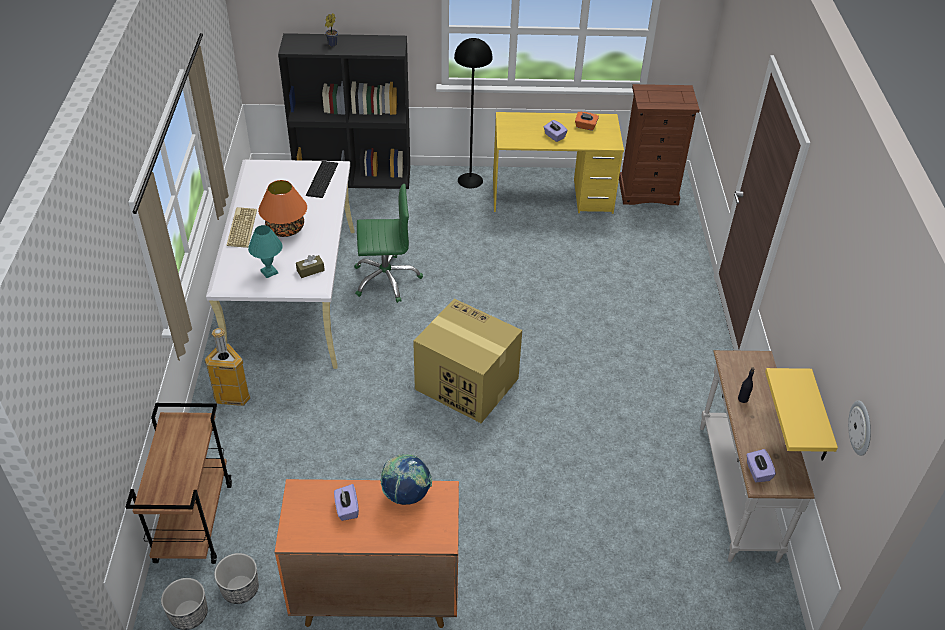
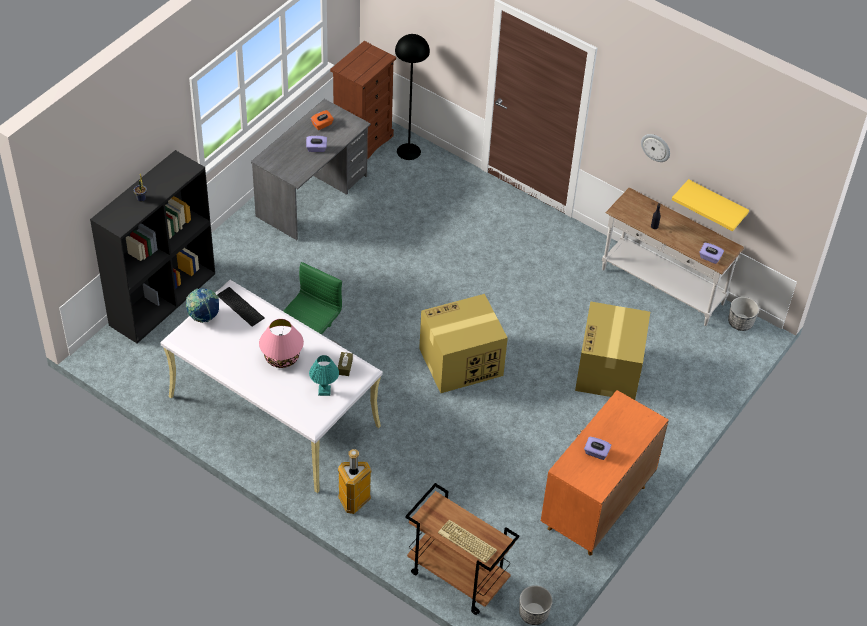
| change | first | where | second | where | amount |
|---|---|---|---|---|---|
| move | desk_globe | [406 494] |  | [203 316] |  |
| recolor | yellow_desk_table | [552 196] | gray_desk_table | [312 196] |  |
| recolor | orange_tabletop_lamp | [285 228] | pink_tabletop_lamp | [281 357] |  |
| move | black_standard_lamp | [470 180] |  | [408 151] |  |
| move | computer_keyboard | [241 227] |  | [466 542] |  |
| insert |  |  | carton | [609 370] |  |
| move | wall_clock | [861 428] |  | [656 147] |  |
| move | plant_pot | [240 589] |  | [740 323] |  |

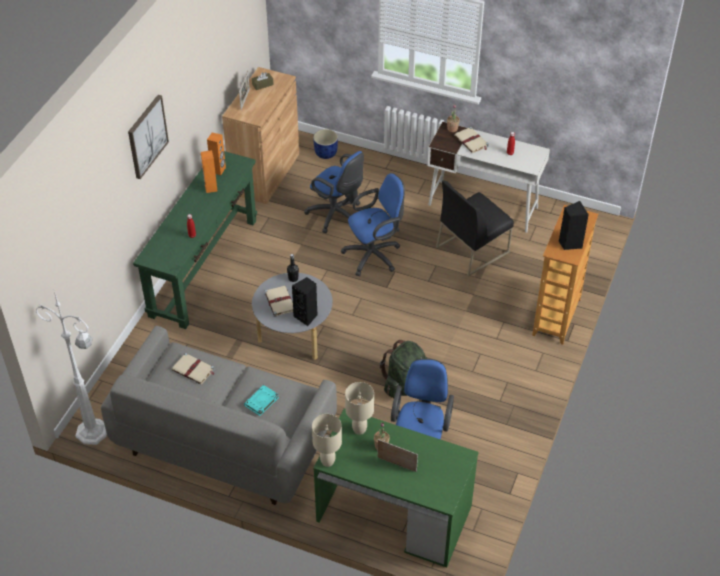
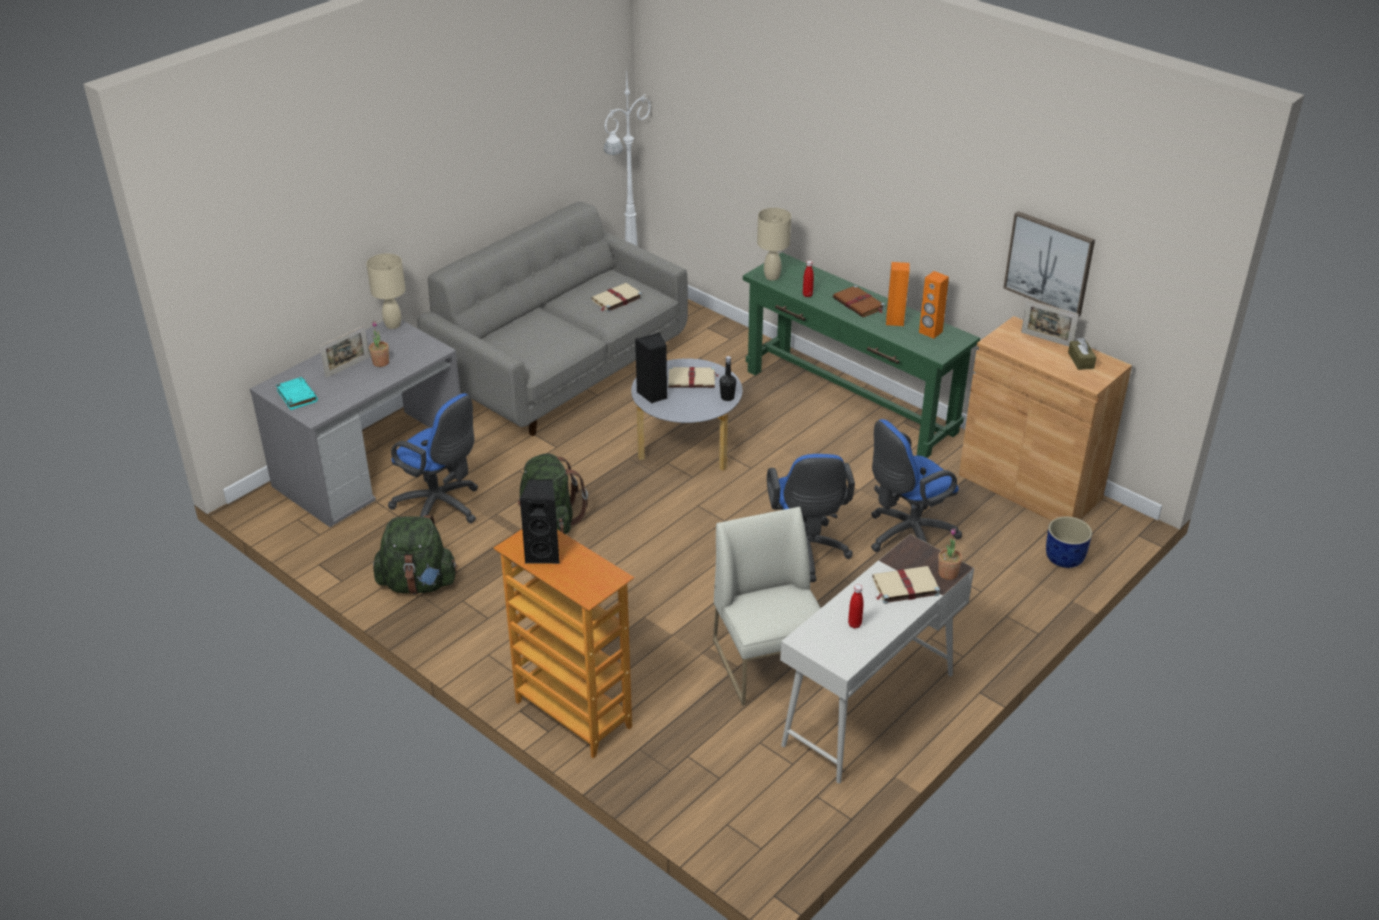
| change | first | where | second | where | amount |
|---|---|---|---|---|---|
| recolor | greenish_desk_table | [393 514] | gray_desk_table | [370 465] |  |
| move | turquoise_volume | [261 402] |  | [296 396] |  |
| insert |  |  | greenish_knapsack | [418 583] |  |
| recolor | black_plain_chair | [472 249] | white-coloured_plain_chair | [769 663] |  |
| move | beige-coloured_tabletop_lamp | [359 430] |  | [772 276] |  |
| insert |  |  | brown-coloured_volume | [859 304] |  |
| move | picture | [147 136] |  | [1049 263] |  |

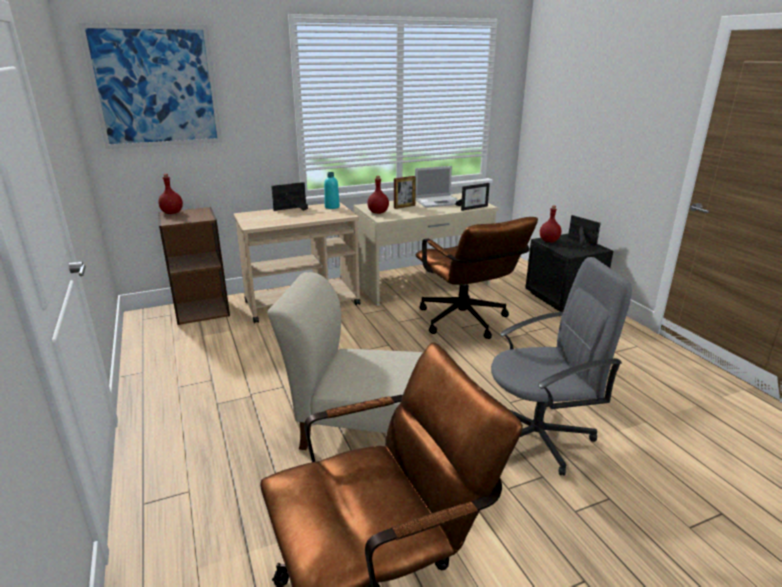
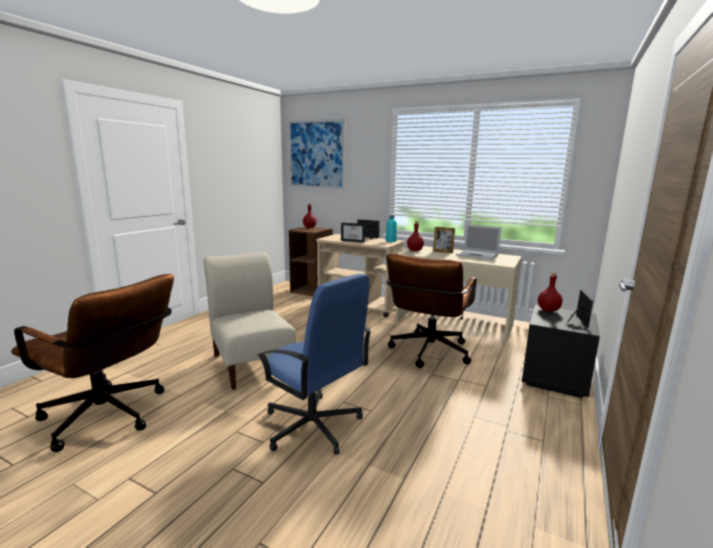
| change | first | where | second | where | amount |
|---|---|---|---|---|---|
| recolor | gray_desk_chair | [538 436] | blue_desk_chair | [313 426] |  |
| move | standing_frame | [473 207] |  | [354 241] |  |

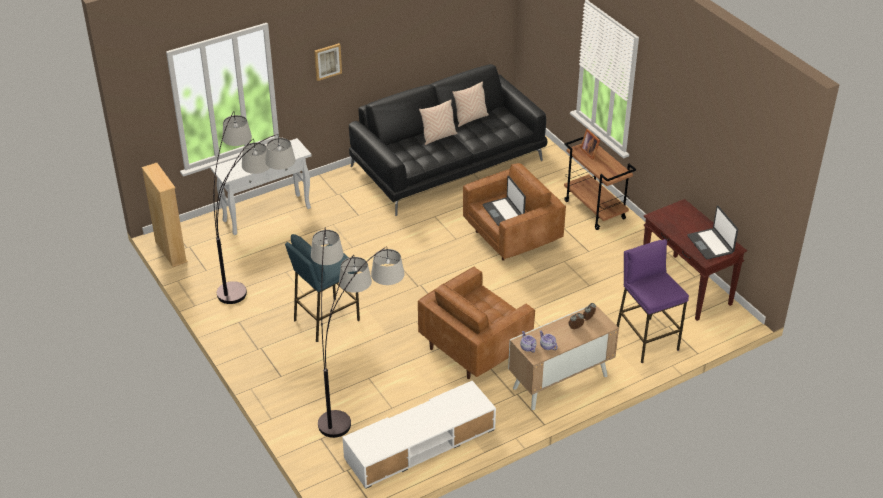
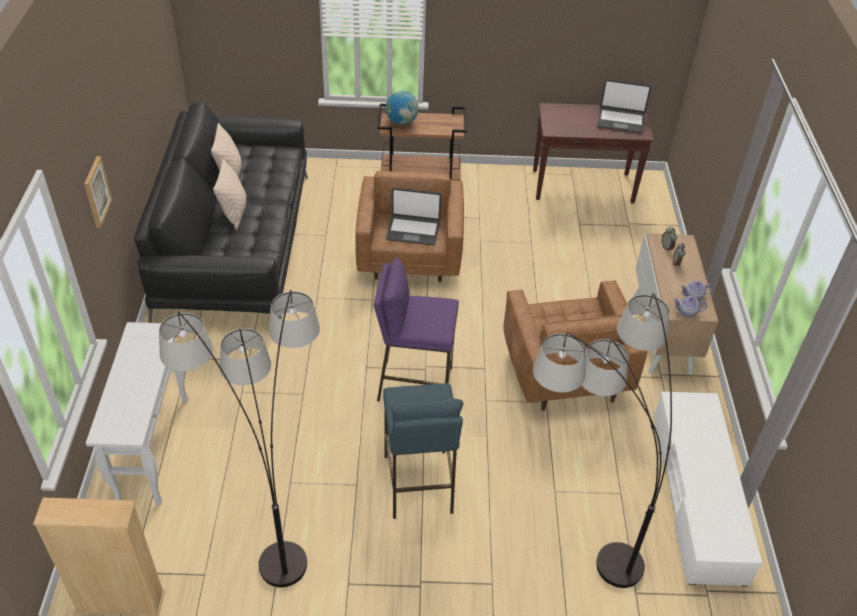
| change | first | where | second | where | amount |
|---|---|---|---|---|---|
| move | purple_stool_seat | [646 339] |  | [414 384] |  |
| replace | standing_frame | [590 152] | desk_globe | [402 121] |  |

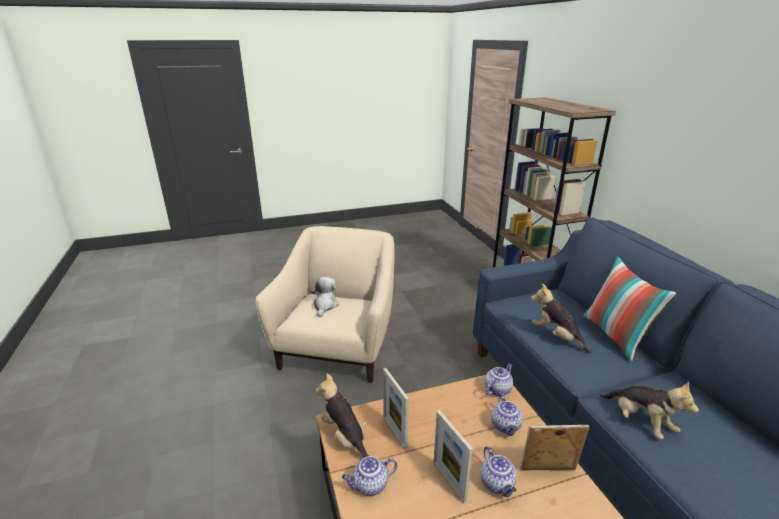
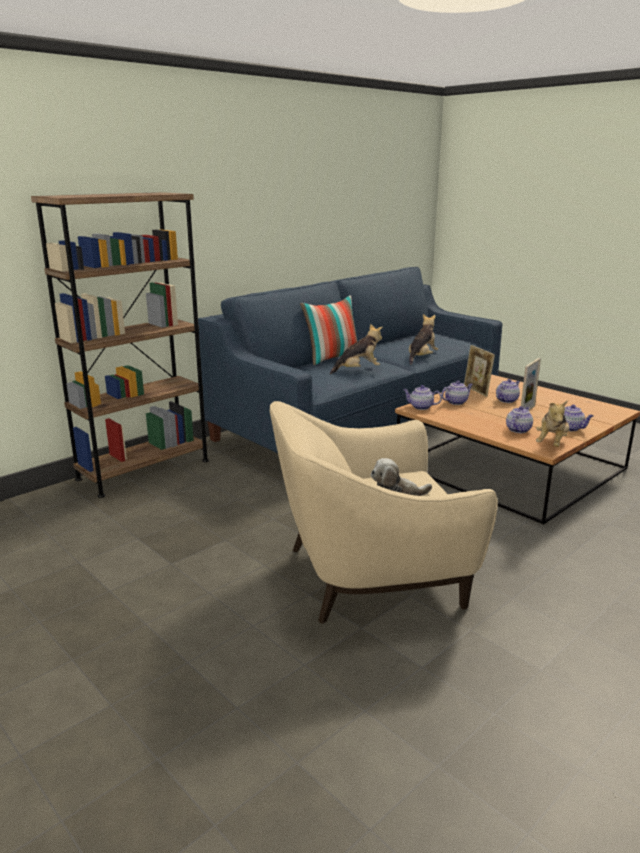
| change | first | where | second | where | amount |
|---|---|---|---|---|---|
| rotate | plush_toy | [556 336] |  | [358 370] | 135 degrees counterclockwise |
| replace | standing_frame | [394 432] | teapot | [518 430] |  |

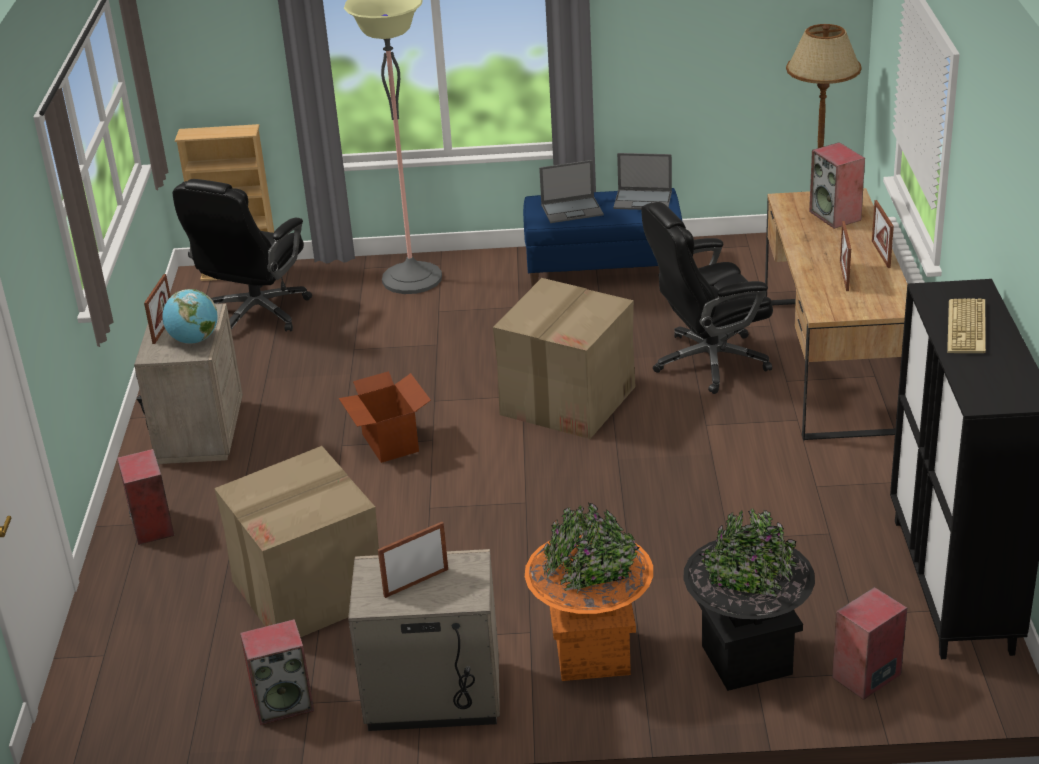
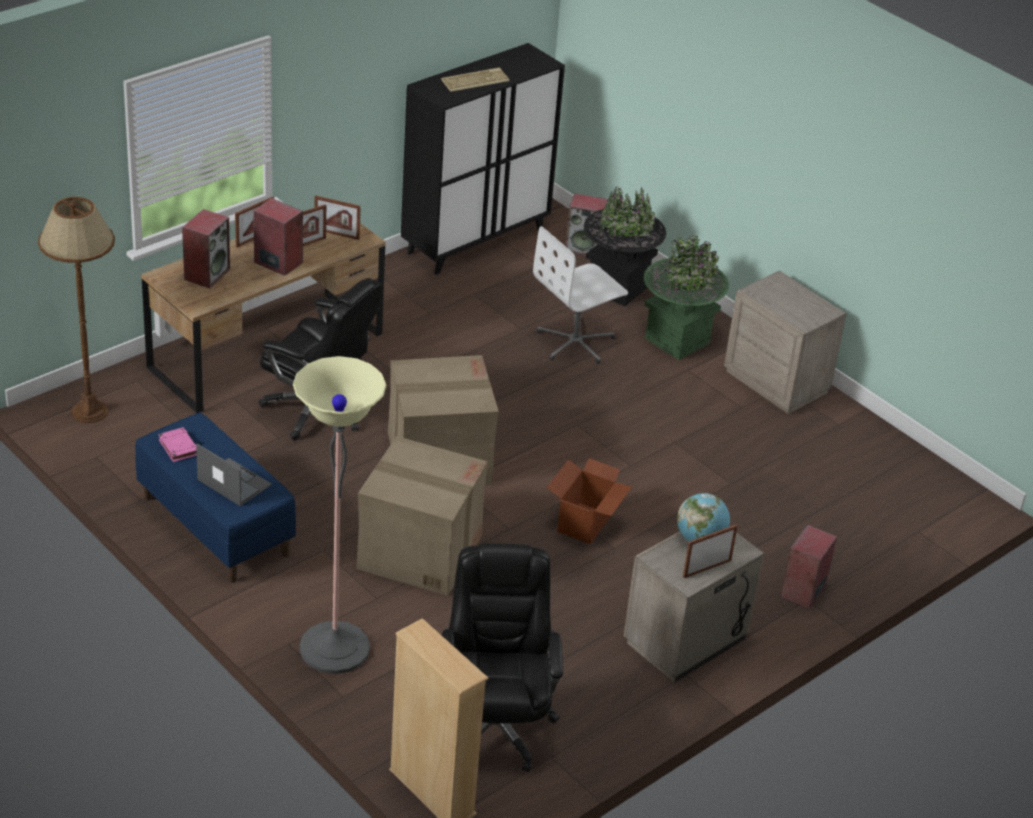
| change | first | where | second | where | amount |
|---|---|---|---|---|---|
| replace | notebook_computer | [643 200] | pink_volume | [178 447] |  |
| move | audio_speaker | [284 703] |  | [277 262] |  |
| move | standing_frame | [416 582] |  | [336 234] |  |
| move | carton | [310 590] |  | [418 551] |  |
| rotate | black_desk_chair | [256 314] |  | [494 725] | 75 degrees counterclockwise |
| insert |  |  | white-coloured_desk_chair | [576 342] |  |
| recolor | orange_plant_pot | [592 654] | greenish_plant_pot | [677 340] |  |

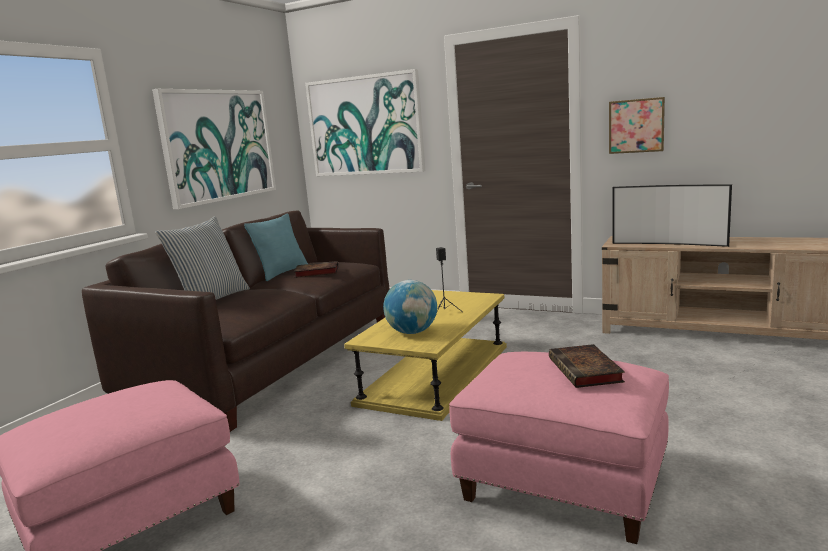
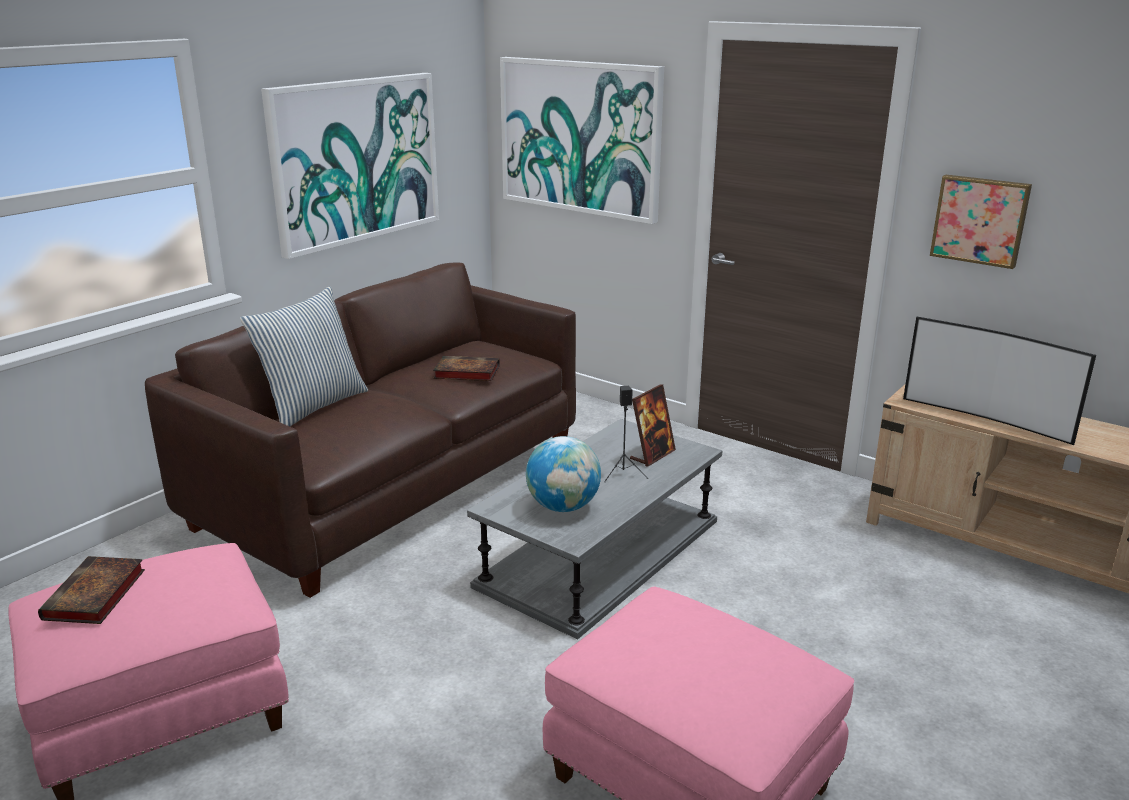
| change | first | where | second | where | amount |
|---|---|---|---|---|---|
| move | volume | [586 371] |  | [94 596] |  |
| recolor | yellow_lounge_table | [436 373] | gray_lounge_table | [601 552] |  |
| insert |  |  | standing_frame | [652 455] |  |
| delete | turquoise_pillow | [282 273] |  |  |  |

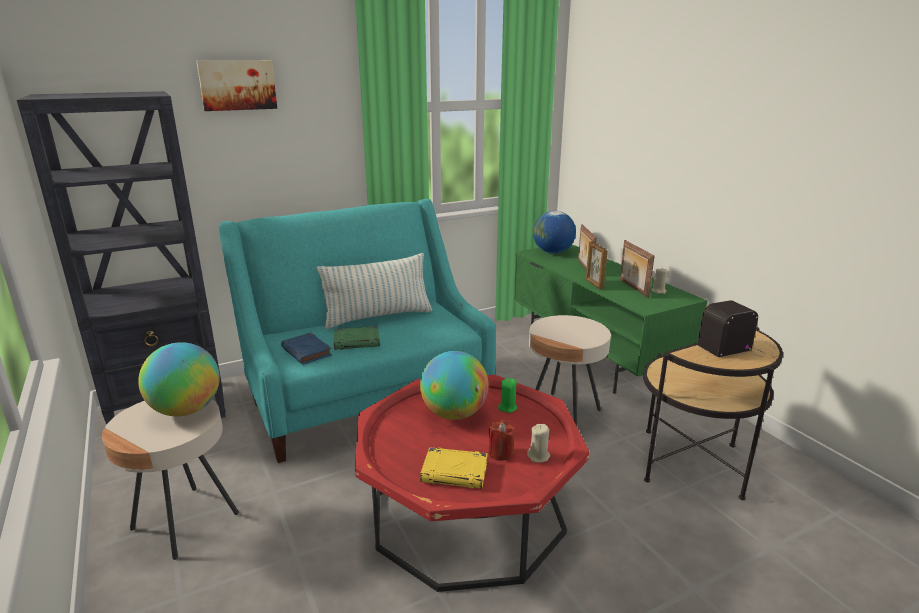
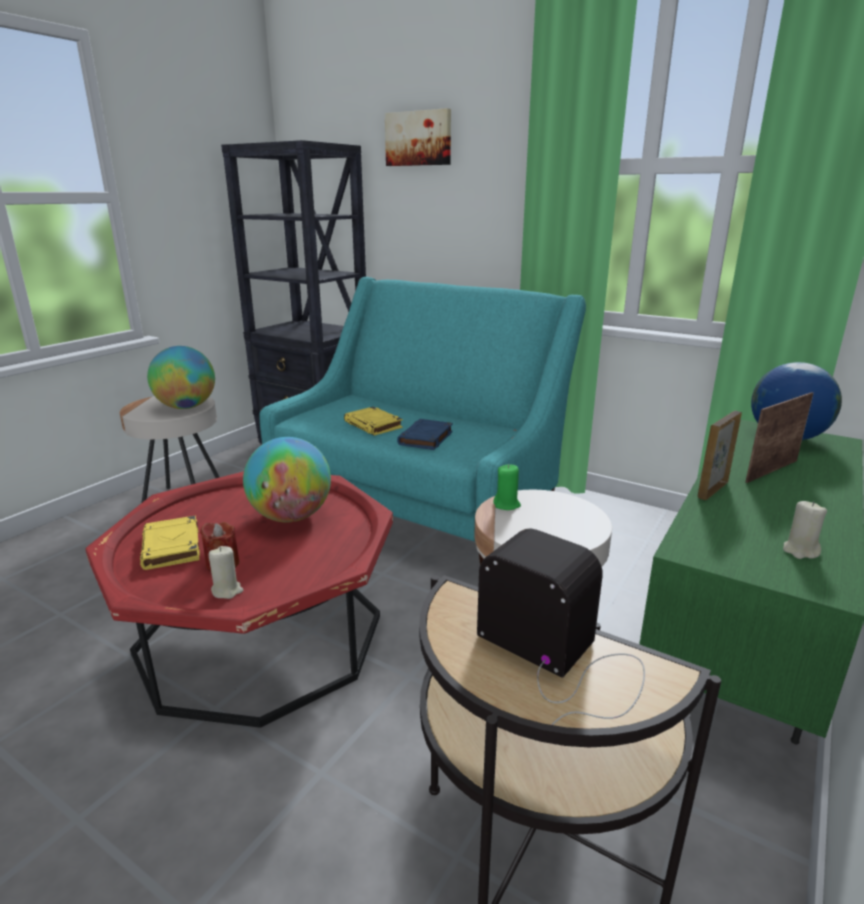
| change | first | where | second | where | amount |
|---|---|---|---|---|---|
| recolor | greenish_volume | [357 341] | yellow_volume | [374 425] |  |
| move | blue_volume | [307 352] |  | [426 438] |  |
| move | greenish_wax_light | [507 407] |  | [507 505] |  |
| delete | pillow | [378 317] |  |  |  |
| delete | standing_frame | [632 288] |  |  |  |

